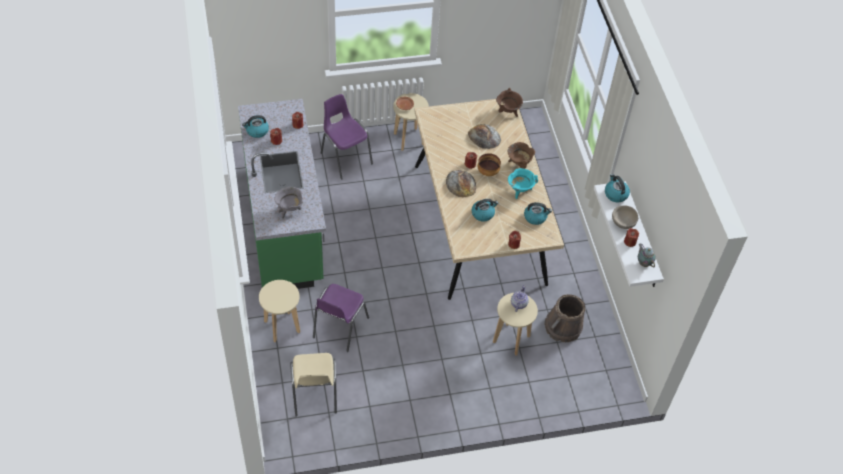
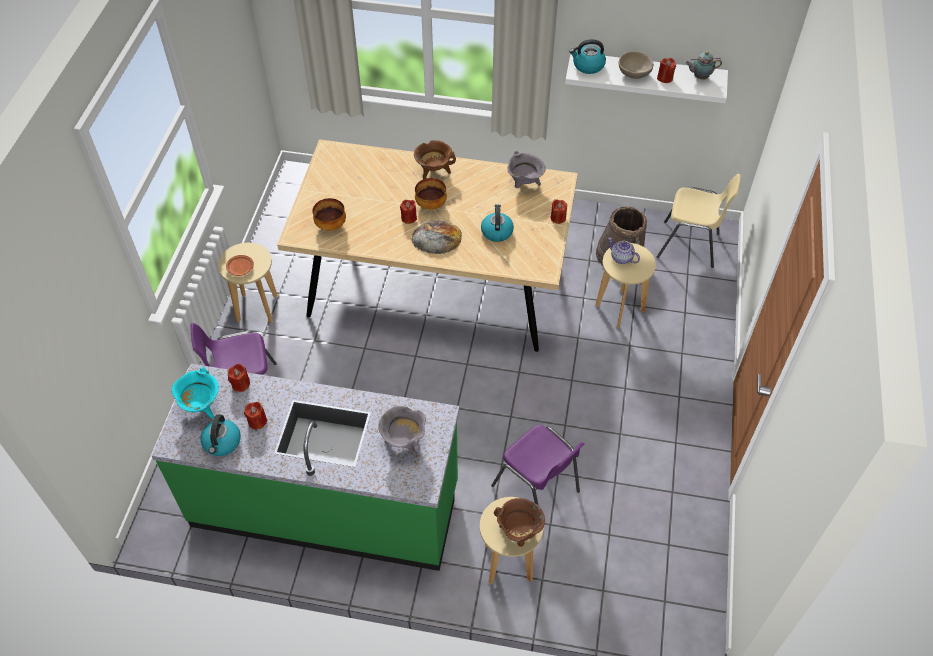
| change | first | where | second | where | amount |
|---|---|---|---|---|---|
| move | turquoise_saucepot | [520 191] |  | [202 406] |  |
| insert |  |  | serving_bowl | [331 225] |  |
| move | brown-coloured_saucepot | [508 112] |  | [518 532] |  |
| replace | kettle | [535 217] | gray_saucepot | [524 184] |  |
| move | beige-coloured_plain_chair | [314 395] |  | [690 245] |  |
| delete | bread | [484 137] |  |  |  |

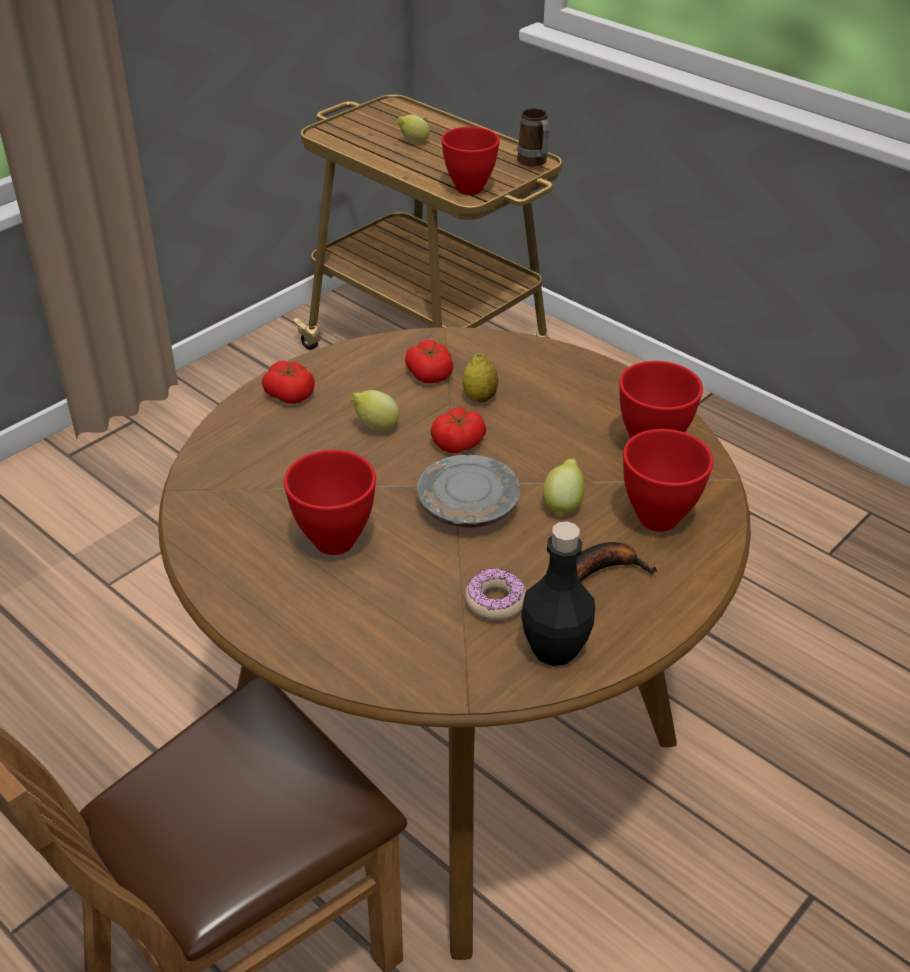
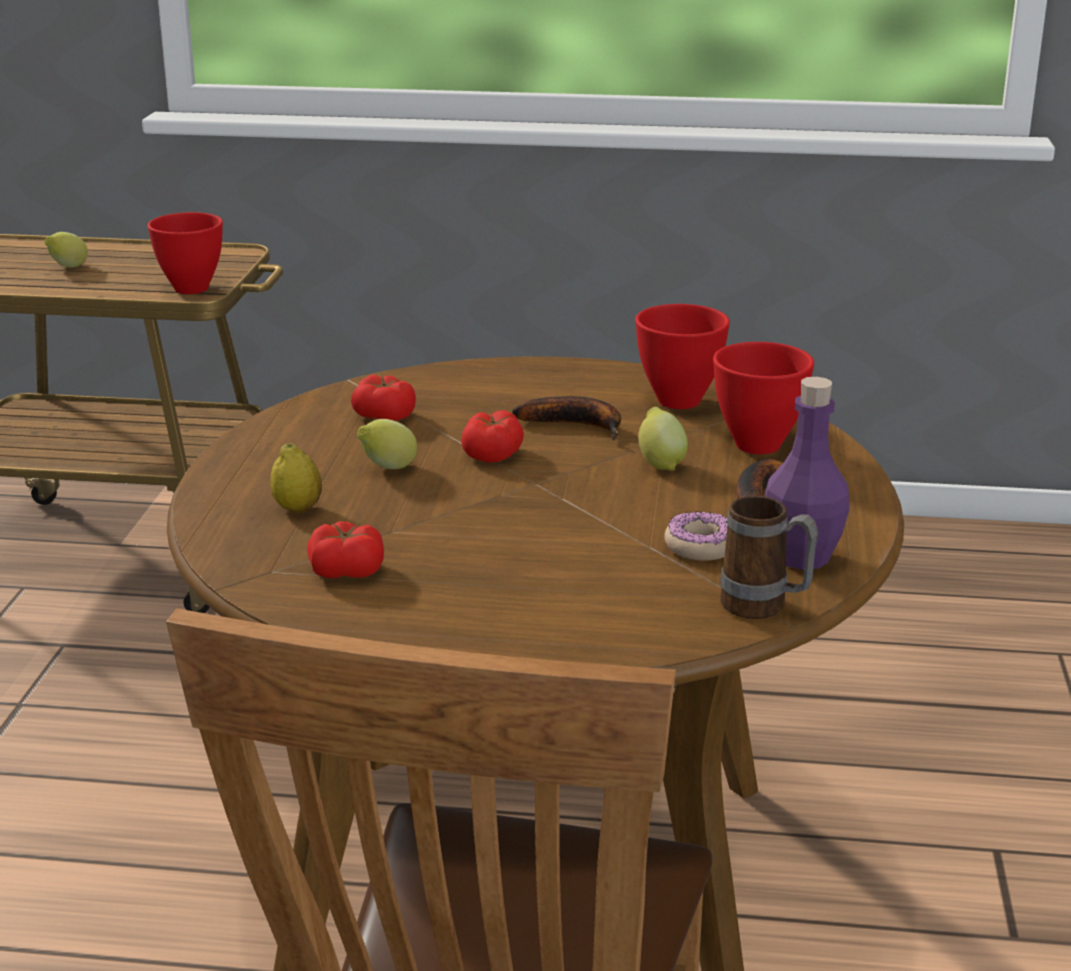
| change | first | where | second | where | amount |
|---|---|---|---|---|---|
| move | lemon | [479 398] |  | [298 509] |  |
| move | tomato | [290 394] |  | [346 570] |  |
| insert |  |  | whole_banana | [578 425] |  |
| move | mug | [534 163] |  | [765 608] |  |
| recolor | black_drink_bottle | [554 649] | purple_drink_bottle | [802 557] |  |
| delete | red_serving_bowl | [332 541] |  |  |  |
| delete | gray_plate | [468 506] |  |  |  |

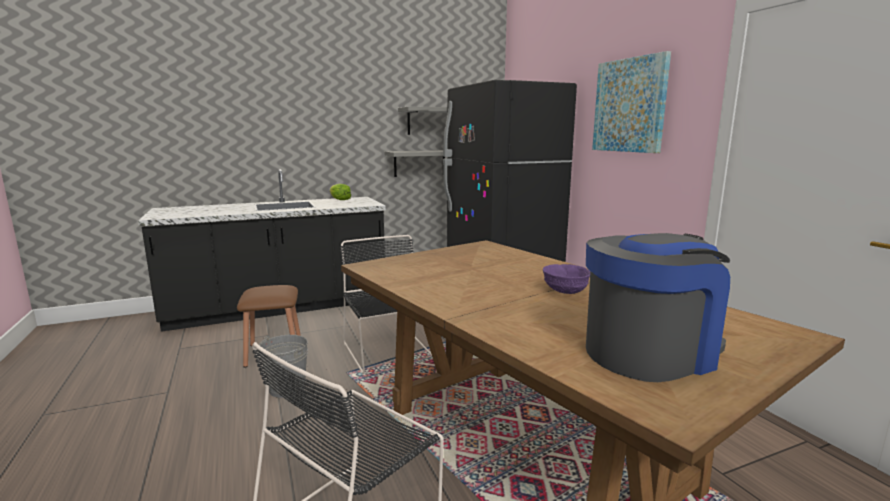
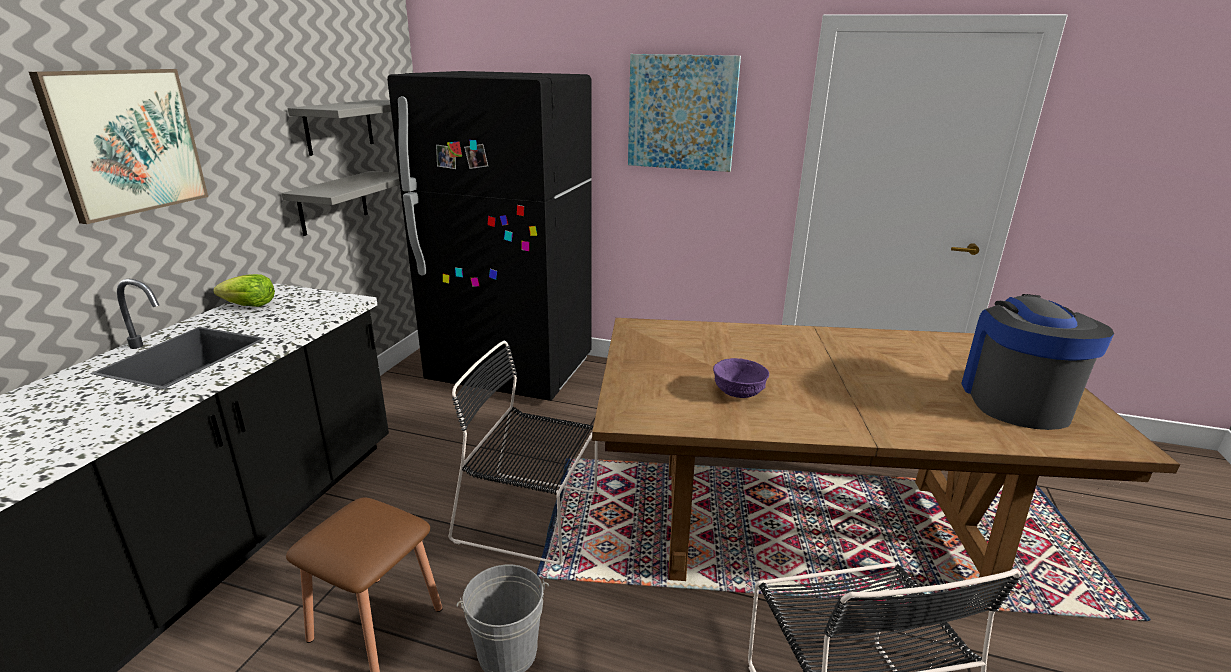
| change | first | where | second | where | amount |
|---|---|---|---|---|---|
| insert |  |  | picture | [126 142] |  |
| move | purple_serving_bowl | [564 291] |  | [737 393] |  |

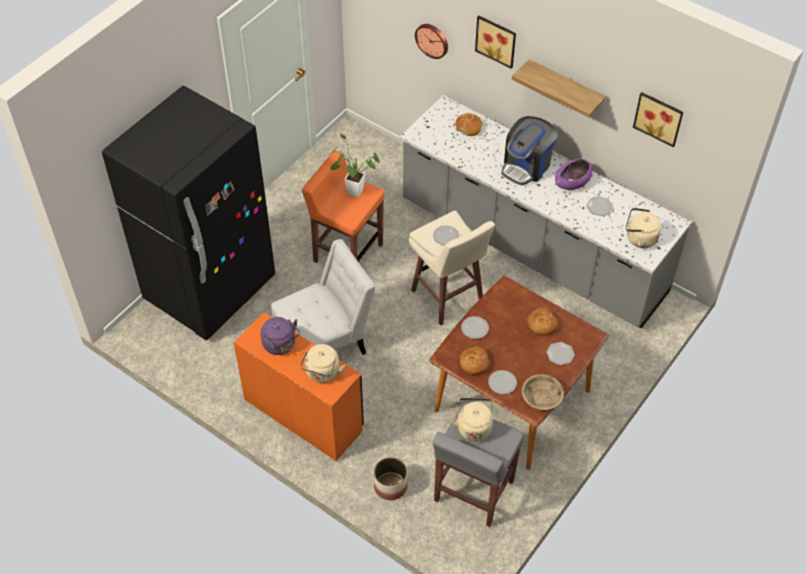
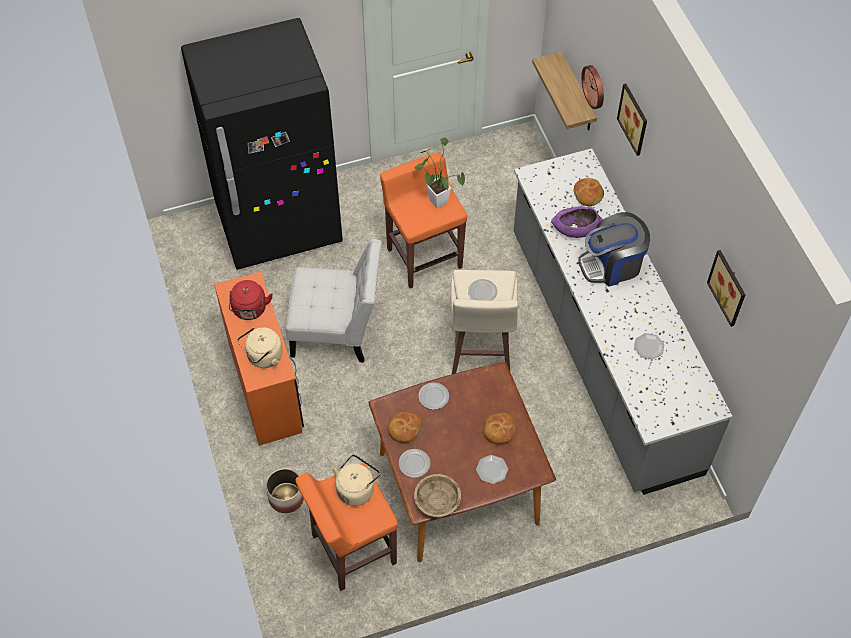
| change | first | where | second | where | amount |
|---|---|---|---|---|---|
| recolor | purple_kettle | [281 345] | red_kettle | [250 310] |  |
| recolor | gray_stool_seat | [473 492] | orange_stool_seat | [352 550] |  |
| move | bracket_shelf | [565 88] |  | [577 94] |  |
| move | purple_serving_bowl | [572 182] |  | [575 228] |  |
| delete | beige-coloured_kettle | [639 238] |  |  |  |

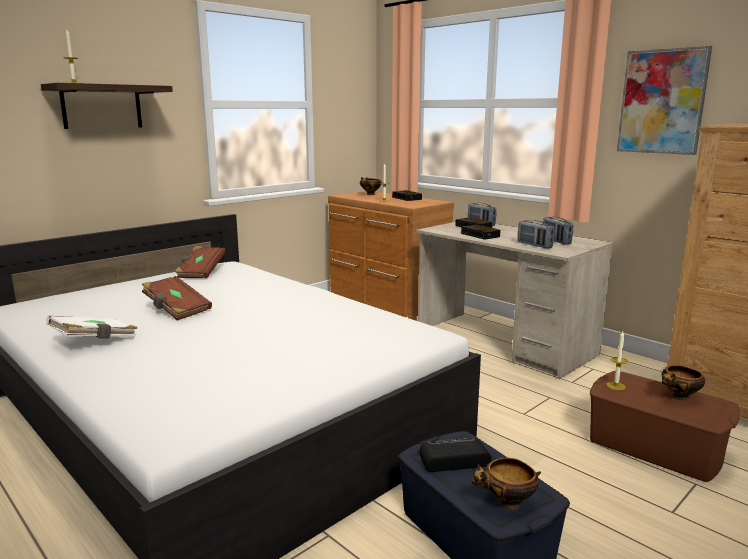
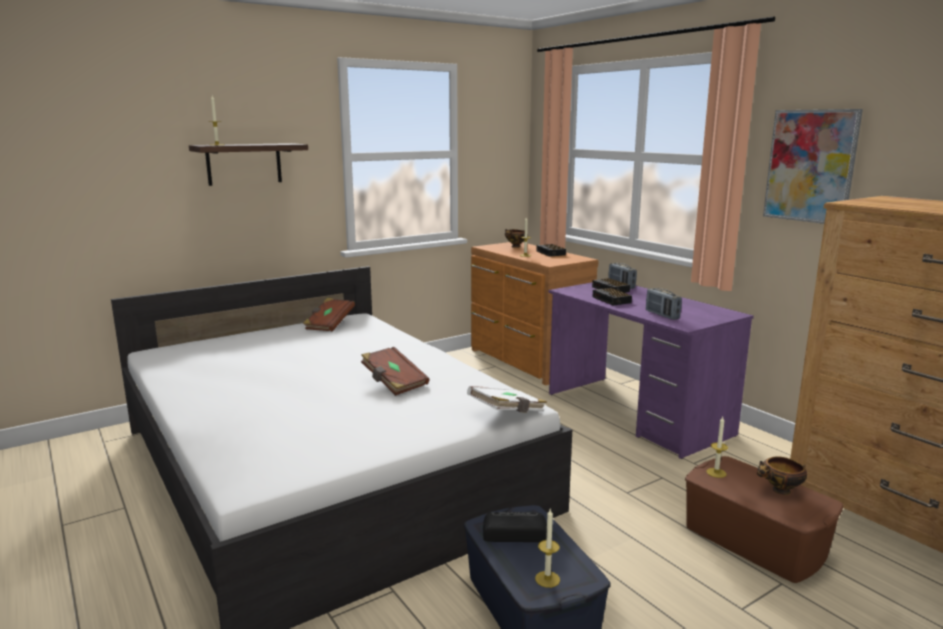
| change | first | where | second | where | amount |
|---|---|---|---|---|---|
| move | brown-coloured_volume | [176 310] |  | [394 383] |  |
| move | white-coloured_volume | [95 341] |  | [507 413] |  |
| replace | serving_bowl | [507 503] | wax_light | [547 579] |  |
| recolor | beige-coloured_desk_table | [503 343] | purple_desk_table | [636 414] |  |
| delete | radio | [556 241] |  |  |  |

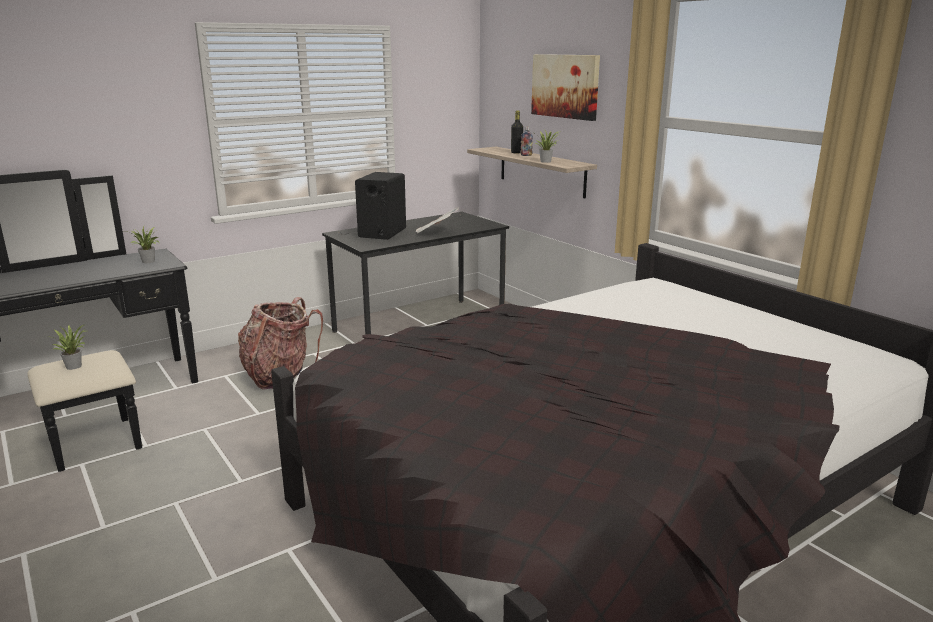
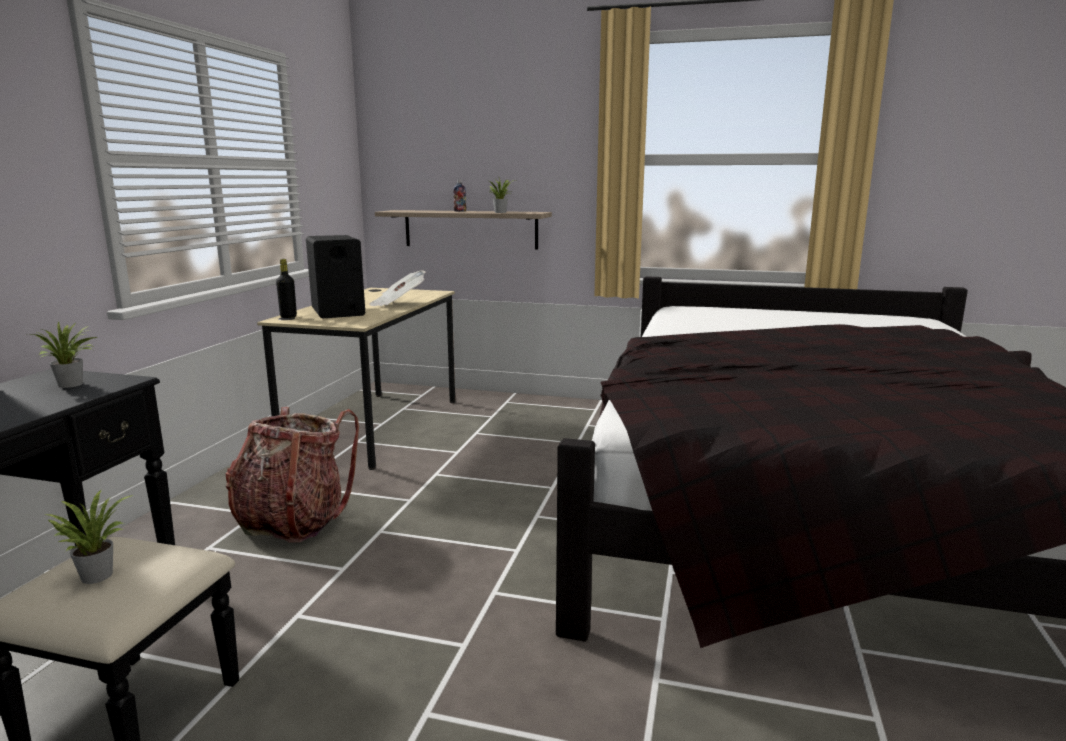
| change | first | where | second | where | amount |
|---|---|---|---|---|---|
| recolor | black_desk_table | [419 326] | beige-coloured_desk_table | [375 427] |  |
| move | black_drink_bottle | [516 152] |  | [288 316] |  |
| delete | picture | [565 86] |  |  |  |

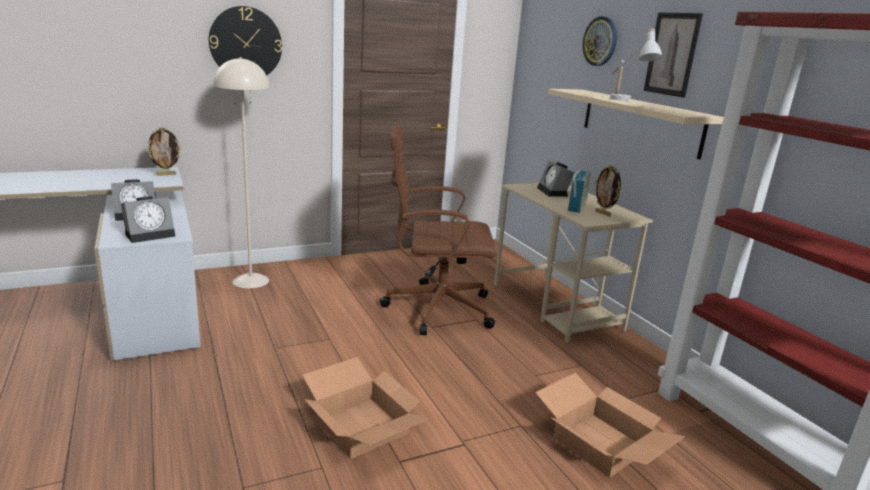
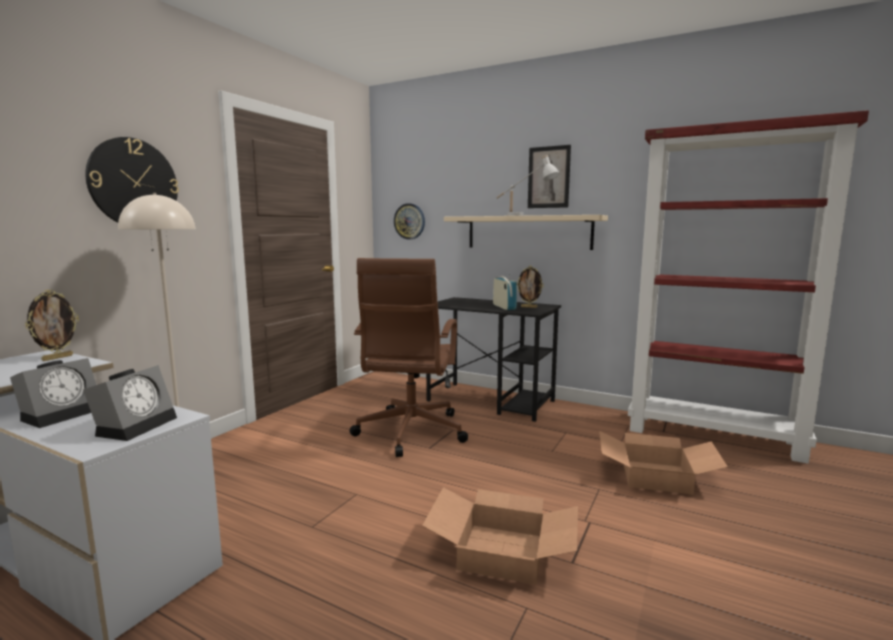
| change | first | where | second | where | amount |
|---|---|---|---|---|---|
| rotate | brown-coloured_desk_chair | [435 308] |  | [410 433] | 45 degrees counterclockwise |
| move | wall_clock | [600 41] |  | [409 221] |  |
| recolor | beige-coloured_desk_table | [556 307] | black_desk_table | [491 401] |  |
| delete | table_clock | [554 192] |  |  |  |

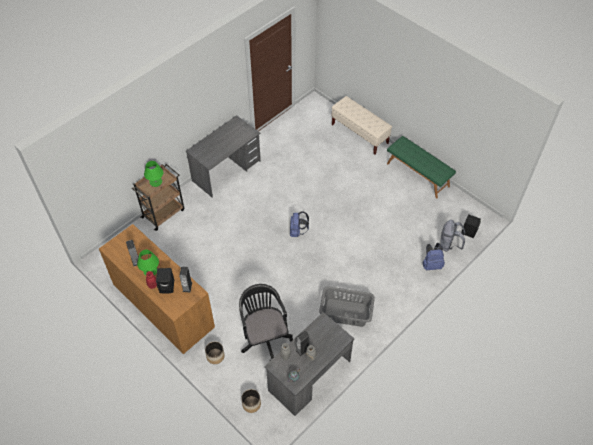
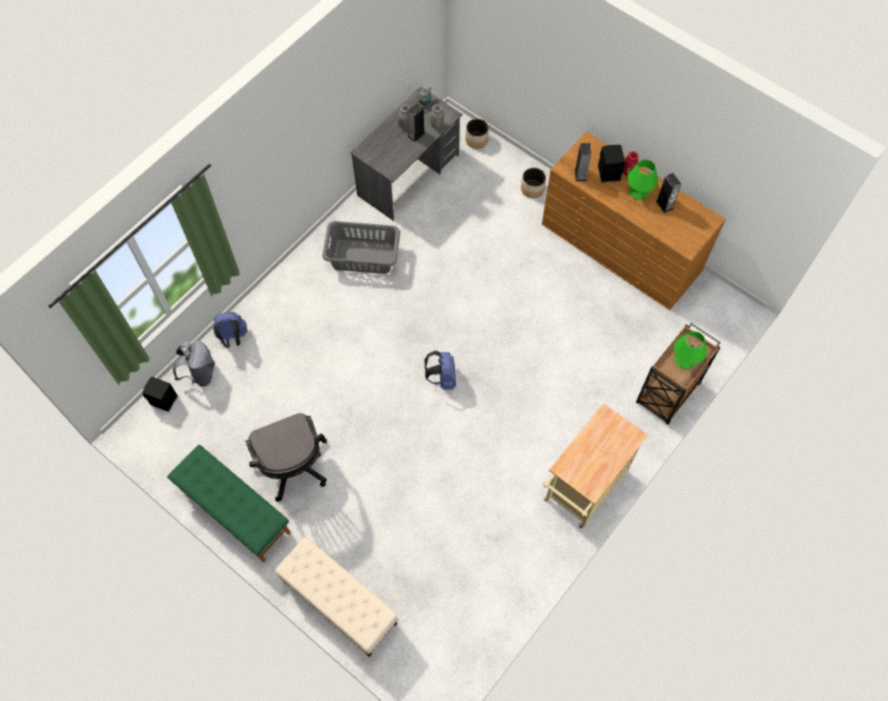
| change | first | where | second | where | amount |
|---|---|---|---|---|---|
| move | black_desk_chair | [264 336] |  | [293 468] |  |
| replace | gray_desk_table | [226 171] | beige-coloured_wheeled_cart | [582 490] |  |

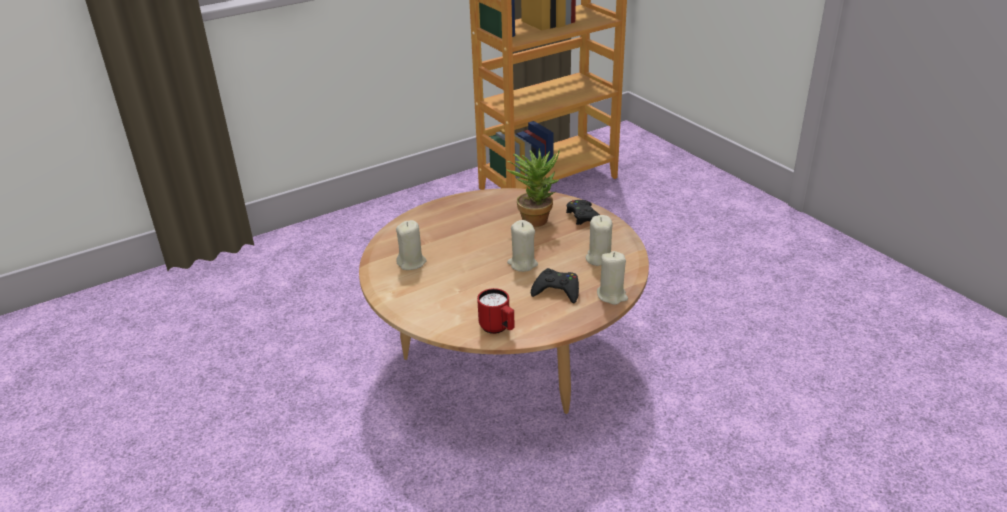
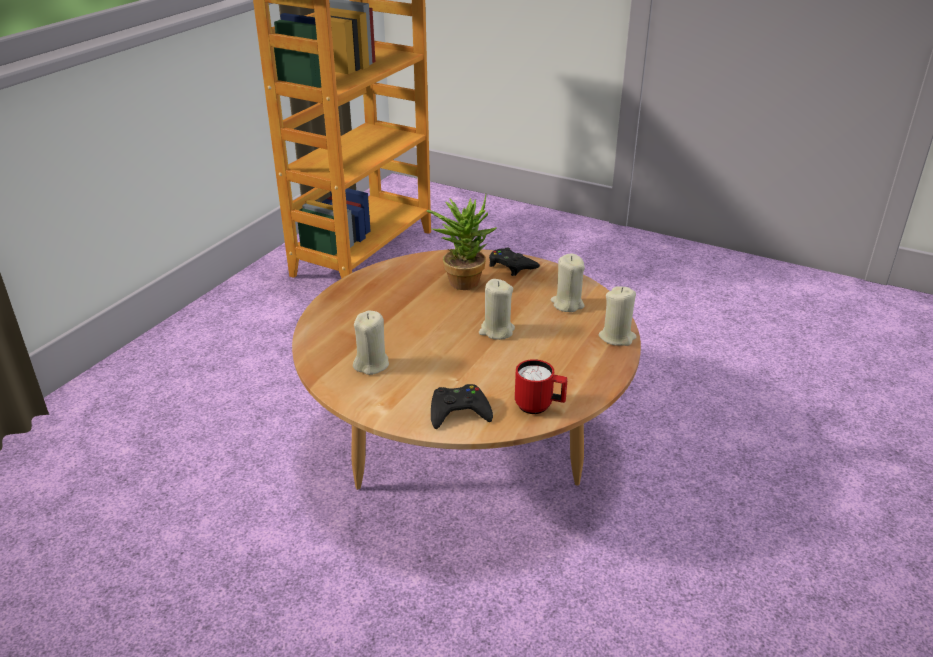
| change | first | where | second | where | amount |
|---|---|---|---|---|---|
| move | black_joypad | [557 290] |  | [459 412] |  |

